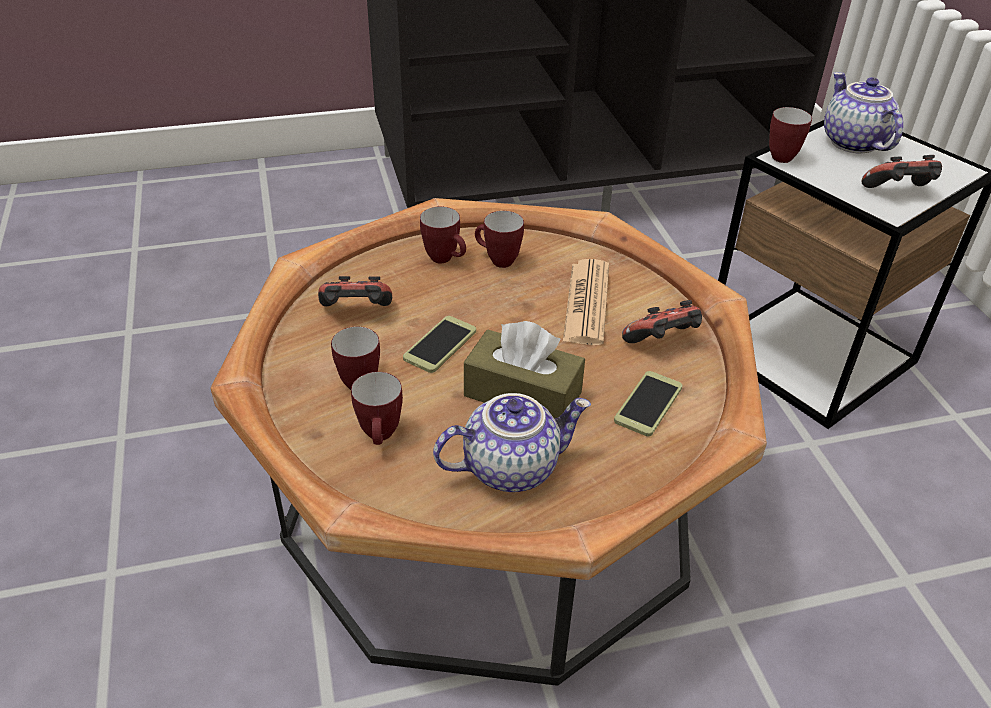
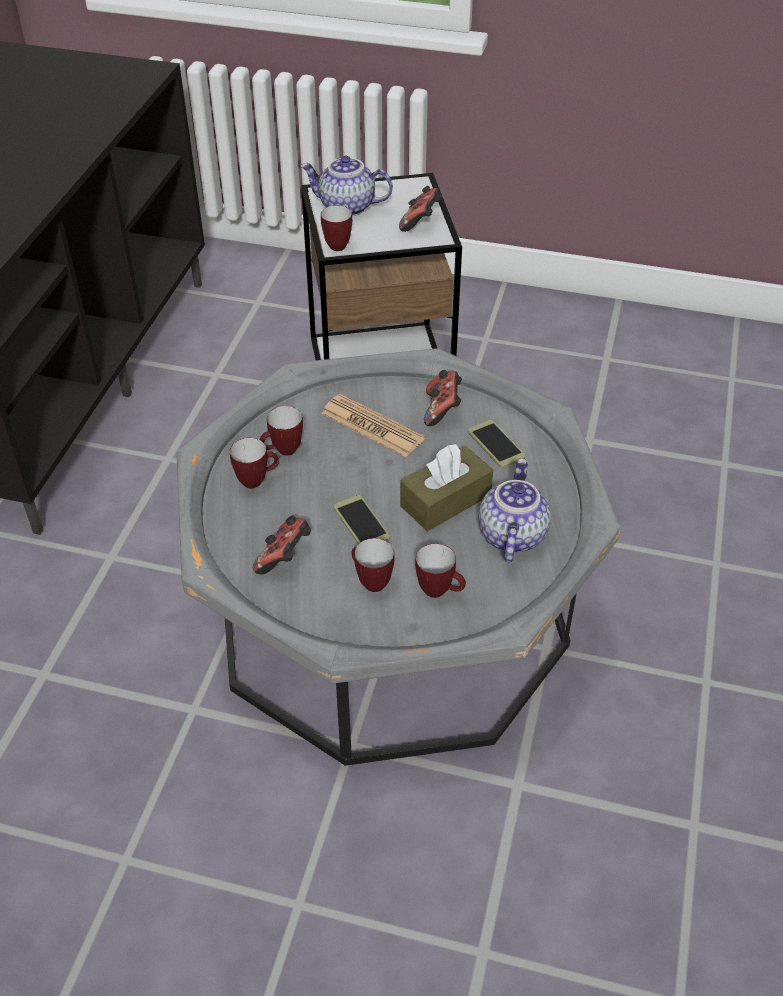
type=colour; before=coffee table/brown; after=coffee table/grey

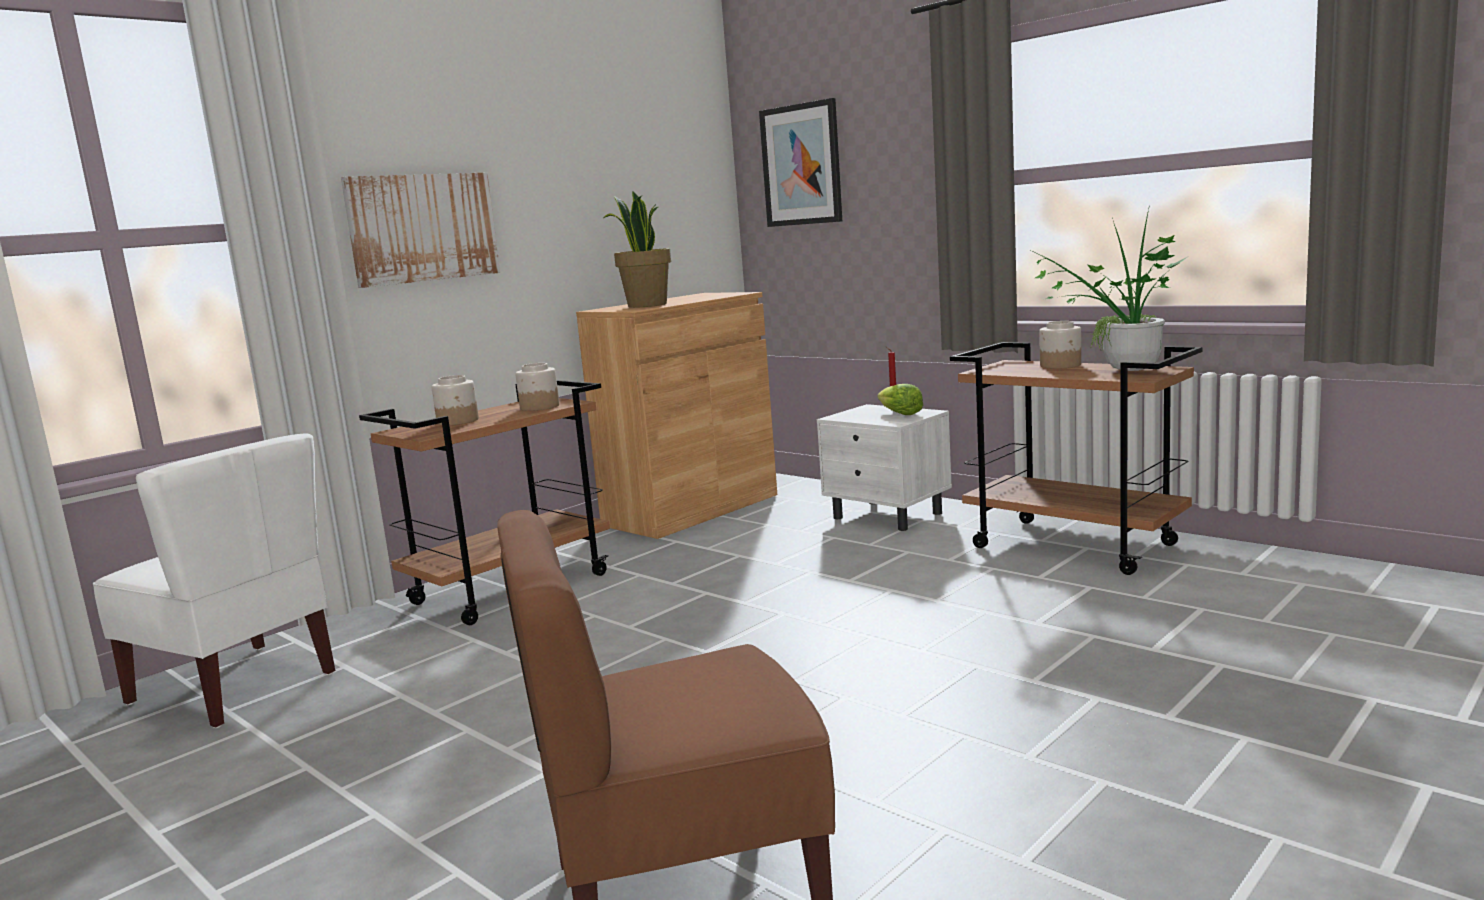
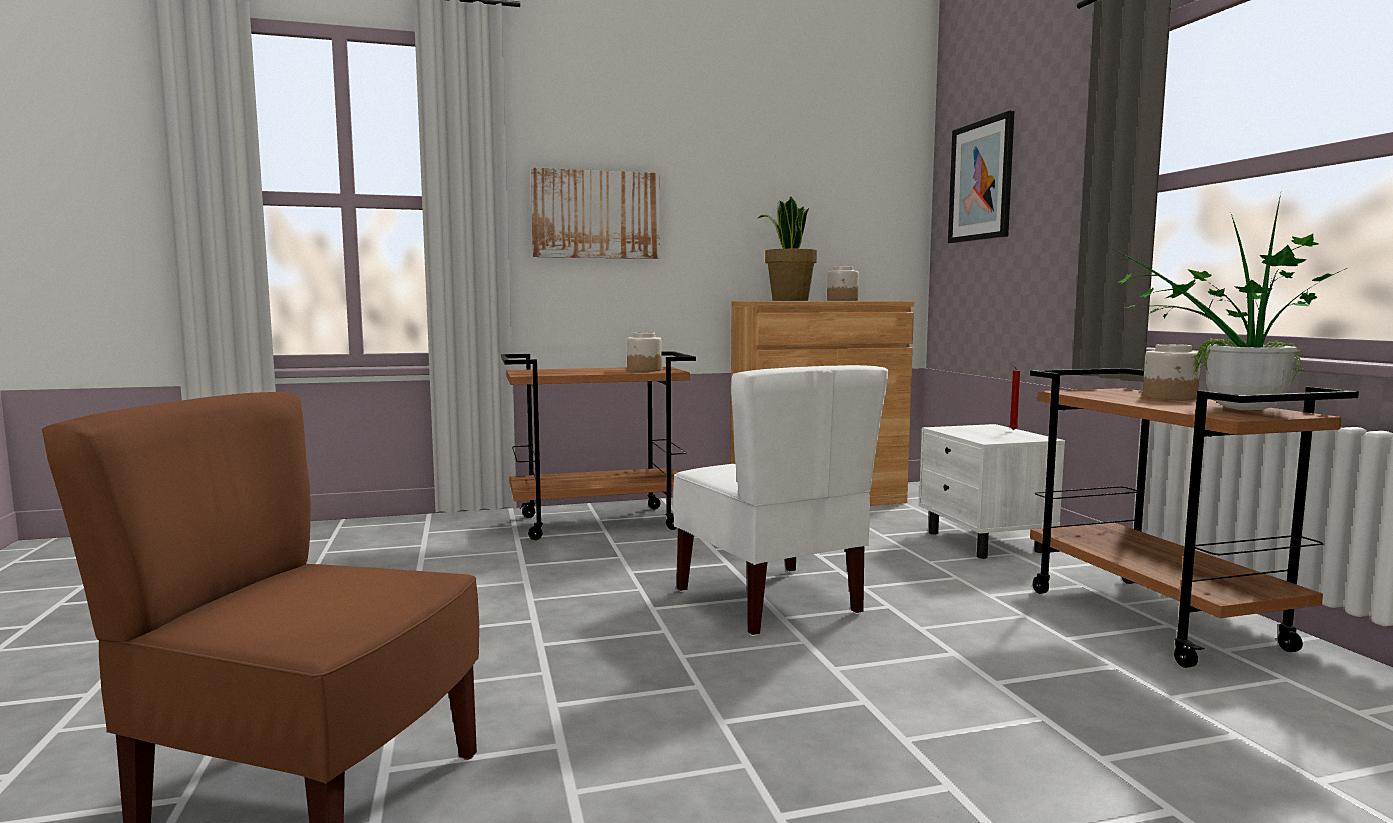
type=relocated; before=chair/white
type=relocated; before=jar (no. 1 from left in the first image); after=jar (no. 2 from left)
type=missing; before=lettuce

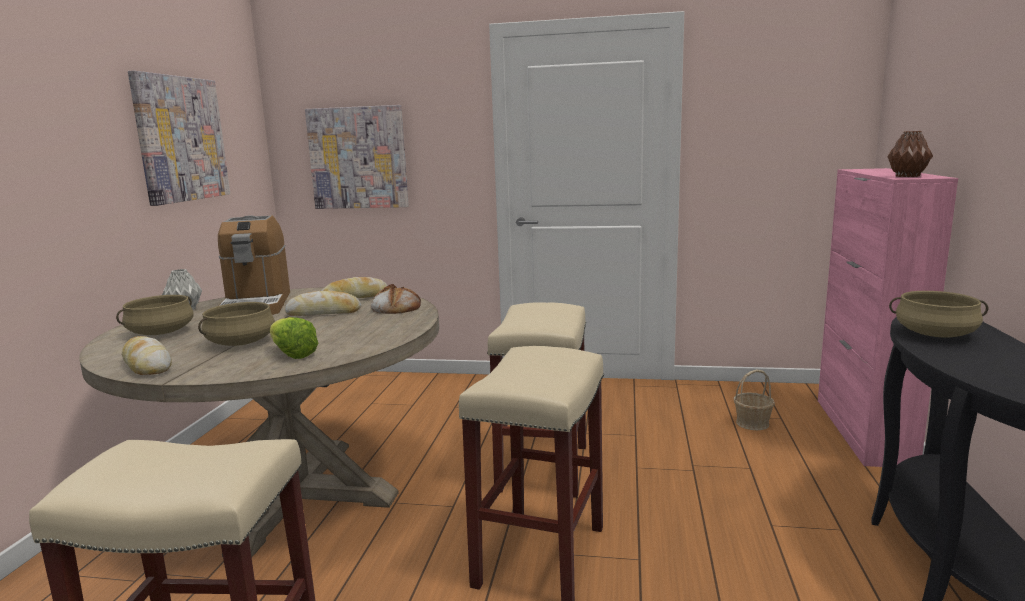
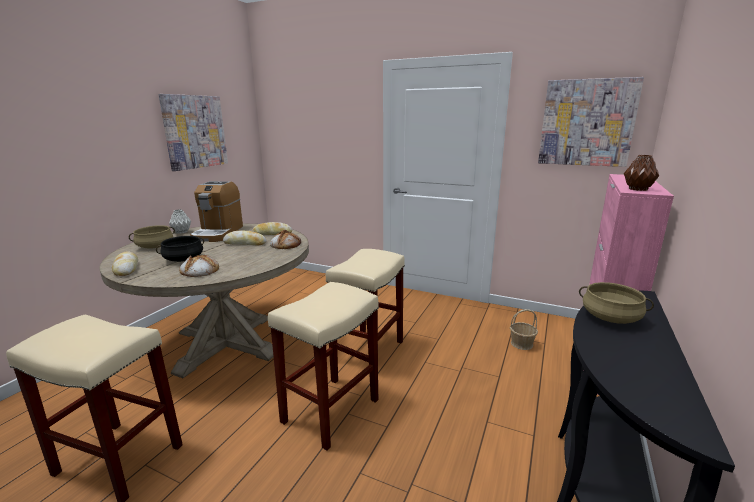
type=colour; before=cooking pot/beige (no. 2 from left); after=cooking pot/black
type=exchanged; before=lettuce; after=bread (no. 2 from left)
type=relocated; before=picture (no. 2 from left)

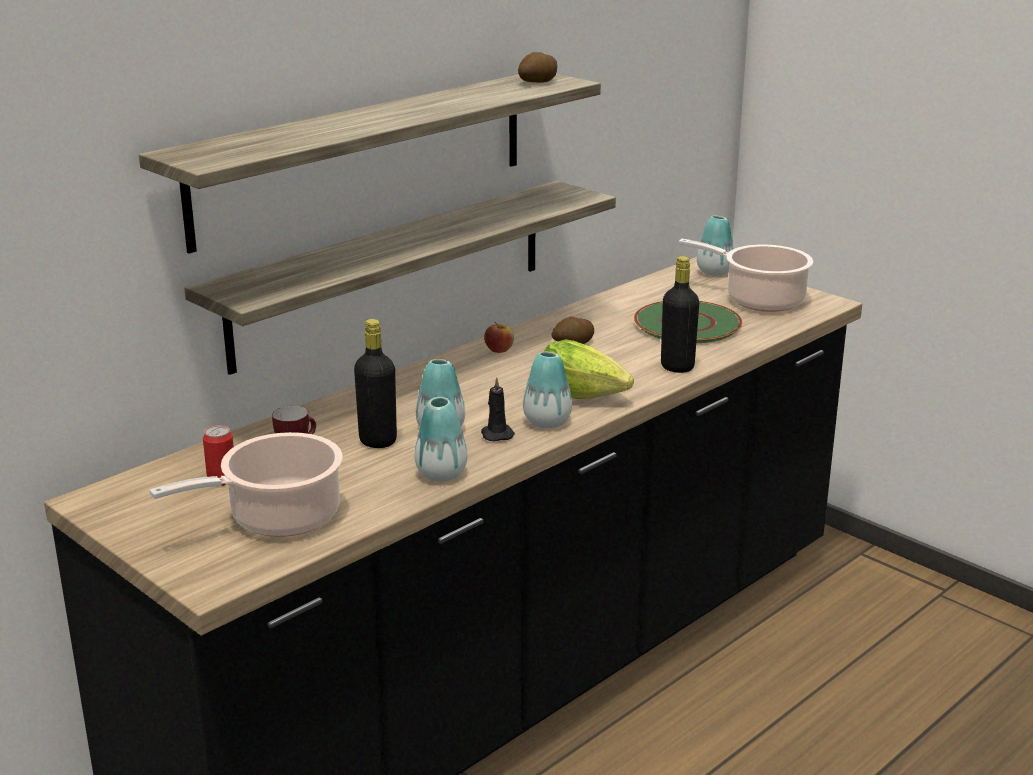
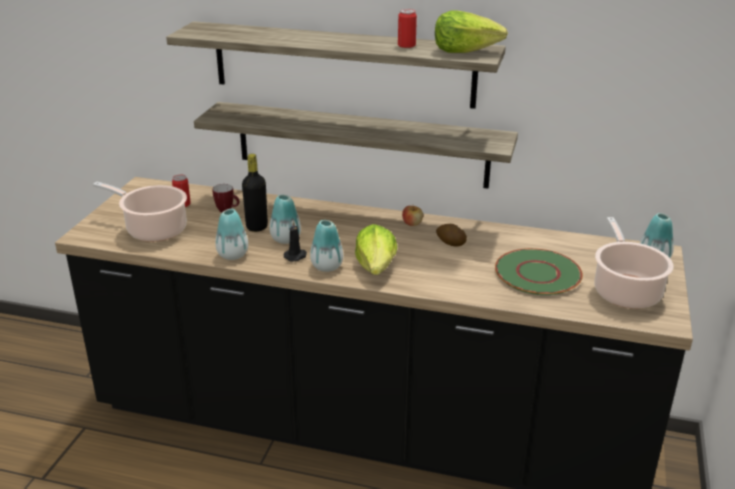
type=exchanged; before=potato (no. 1 from left); after=lettuce (no. 2 from left)
type=missing; before=bottle/black (no. 2 from left)
type=appeared; after=can (no. 2 from left)

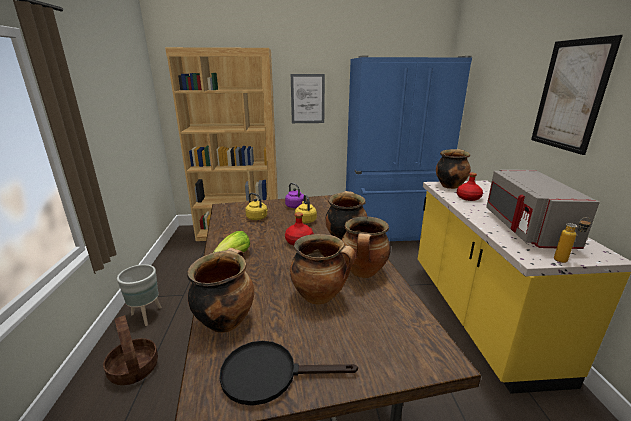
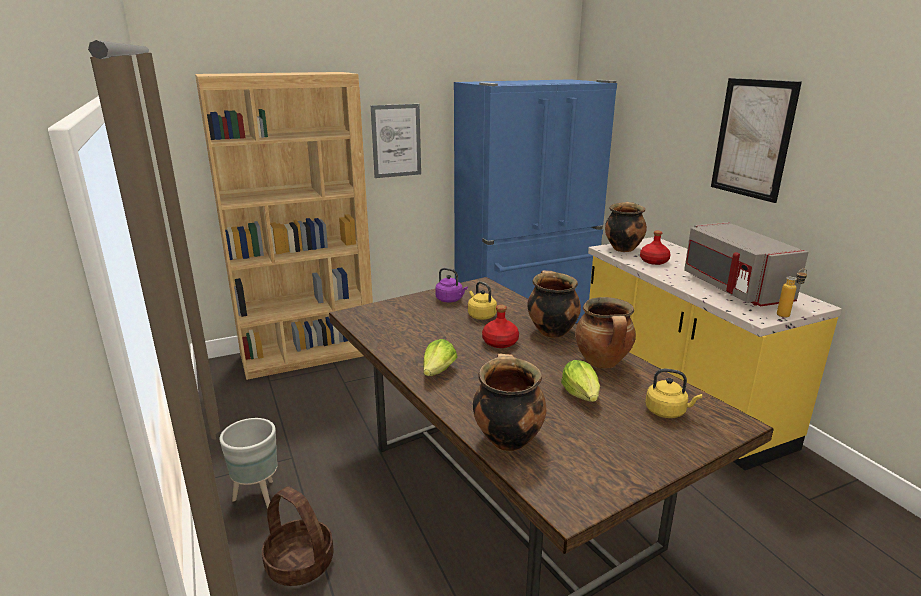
type=missing; before=frying pan/black
type=relocated; before=kettle/yellow (no. 1 from left in the first image); after=kettle/yellow (no. 2 from left)
type=exchanged; before=cooking pot (no. 2 from left); after=lettuce (no. 2 from left)

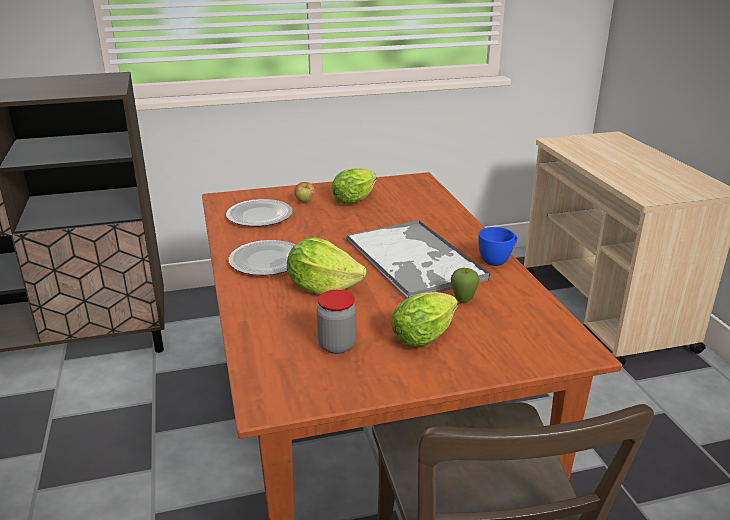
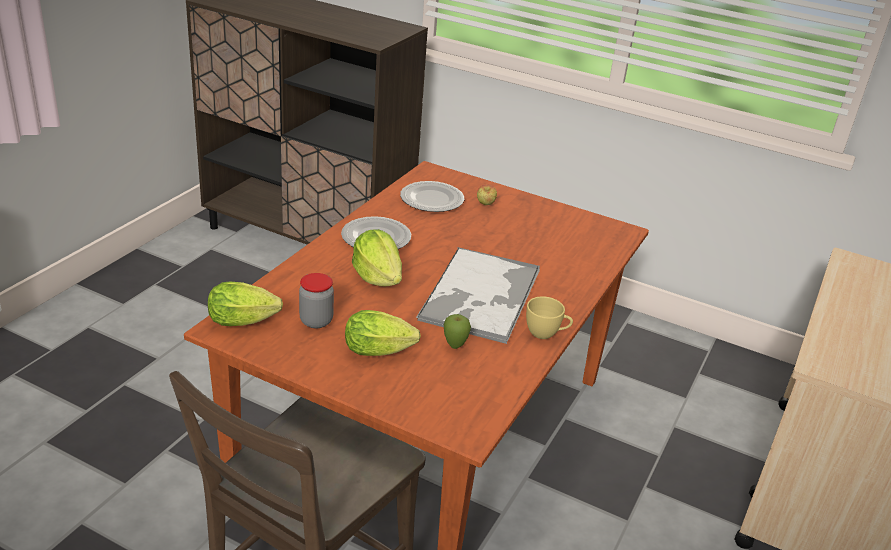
type=relocated; before=lettuce (no. 2 from left in the first image); after=lettuce (no. 1 from left)
type=colour; before=cup/blue; after=cup/yellow

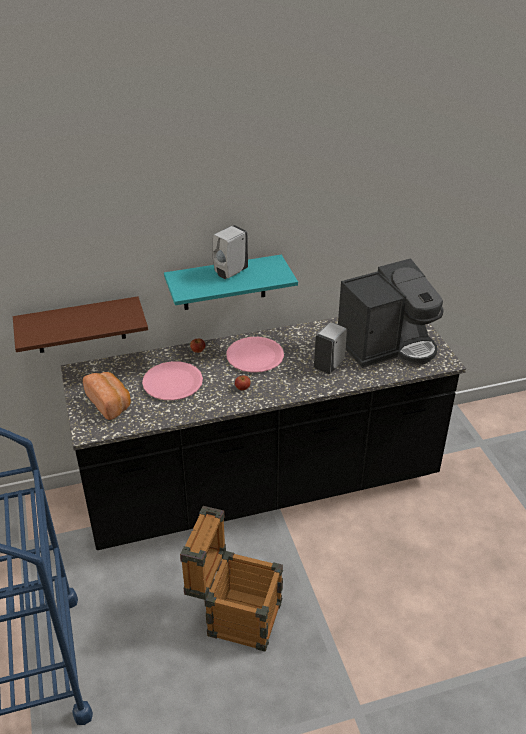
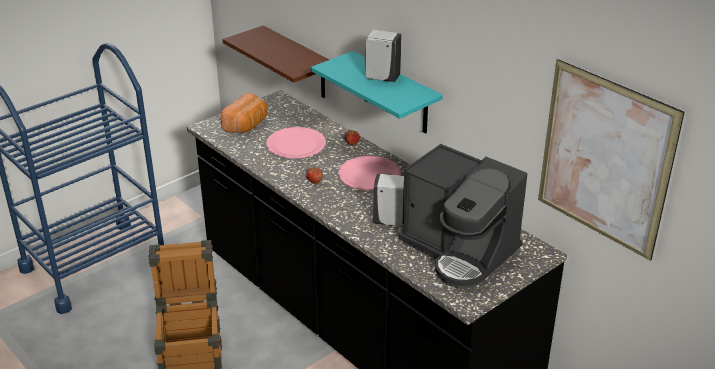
type=appeared; after=picture

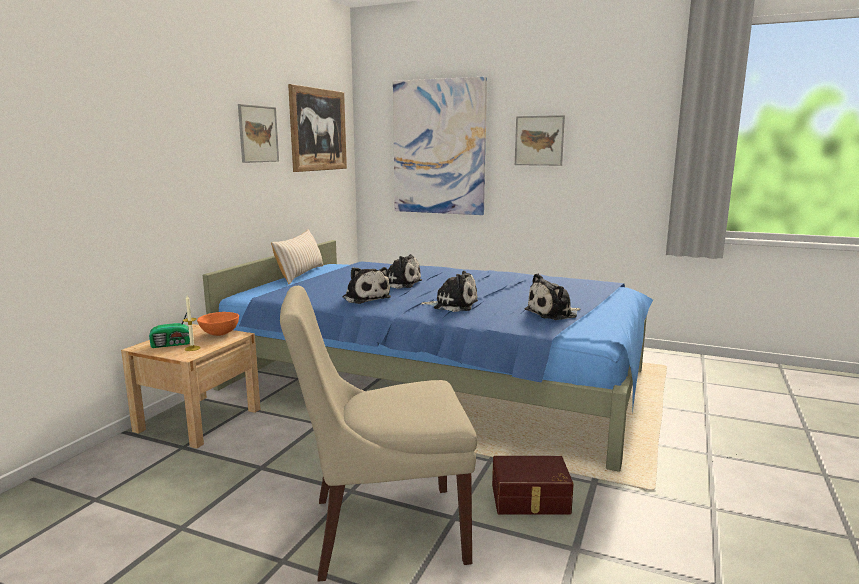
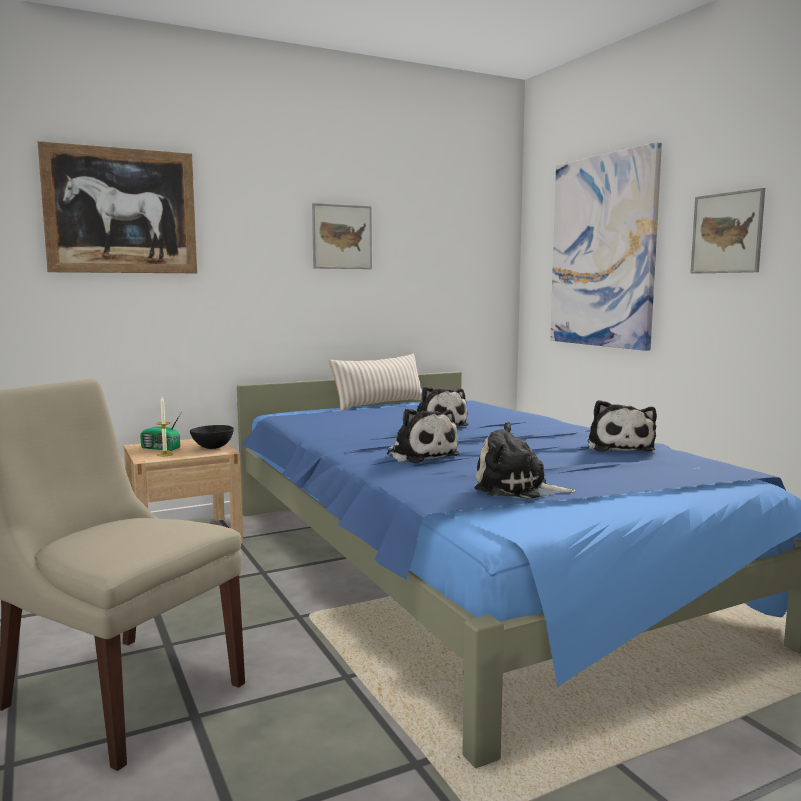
type=colour; before=bowl/orange; after=bowl/black
type=relocated; before=picture (no. 2 from left in the first image); after=picture (no. 1 from left)
type=relocated; before=plush toy (no. 1 from left in the first image); after=plush toy (no. 4 from left)
type=missing; before=storage box/brown

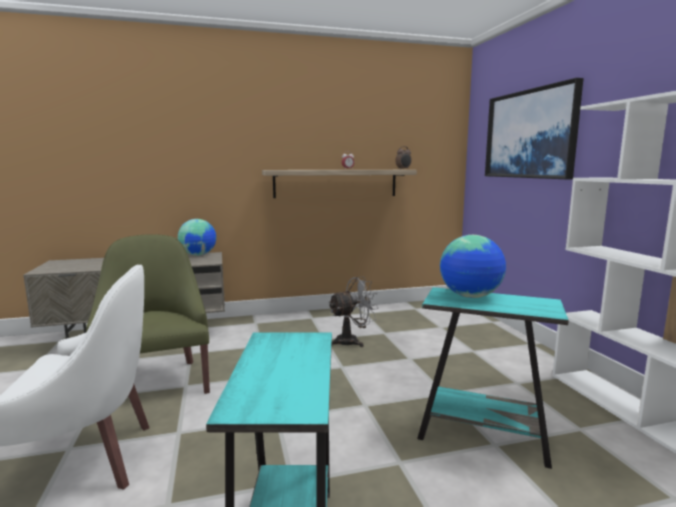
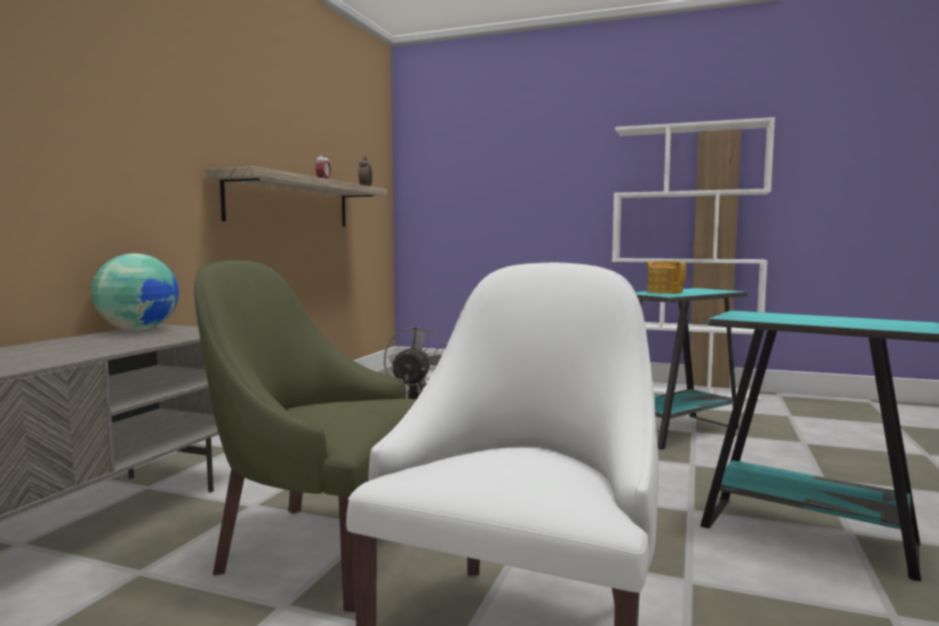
type=exchanged; before=globe (no. 2 from left); after=teapot
type=missing; before=picture

